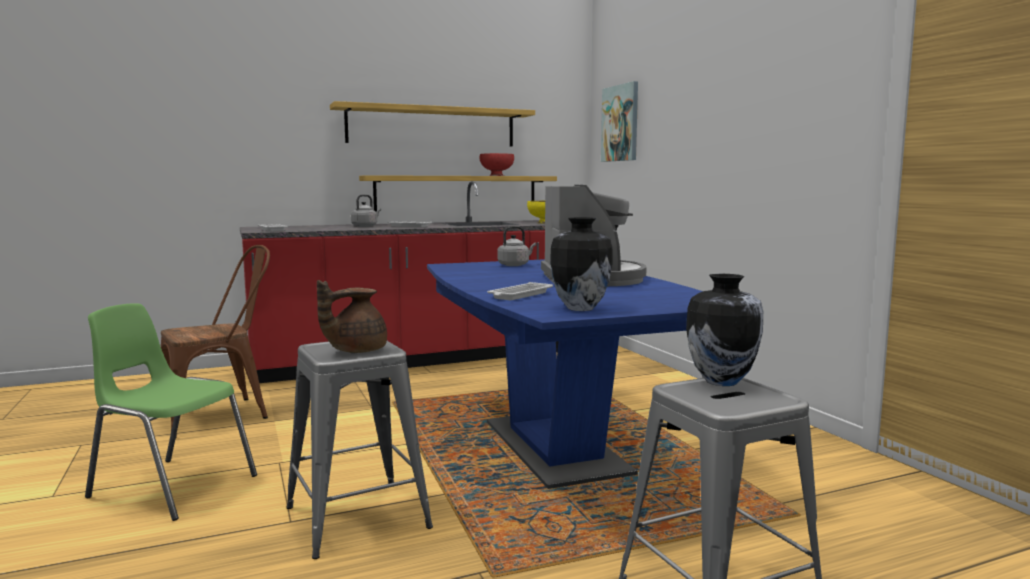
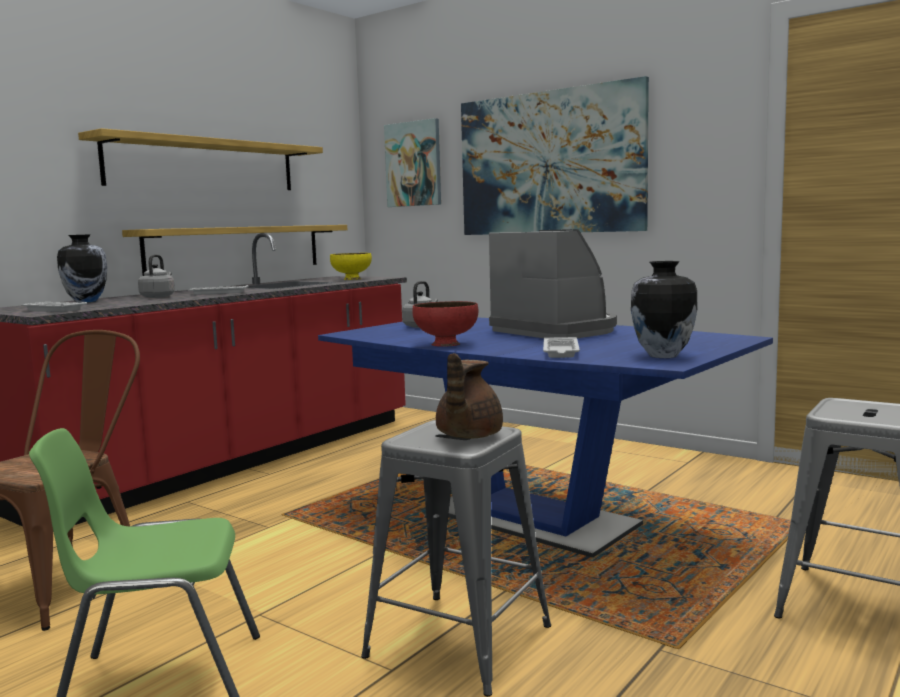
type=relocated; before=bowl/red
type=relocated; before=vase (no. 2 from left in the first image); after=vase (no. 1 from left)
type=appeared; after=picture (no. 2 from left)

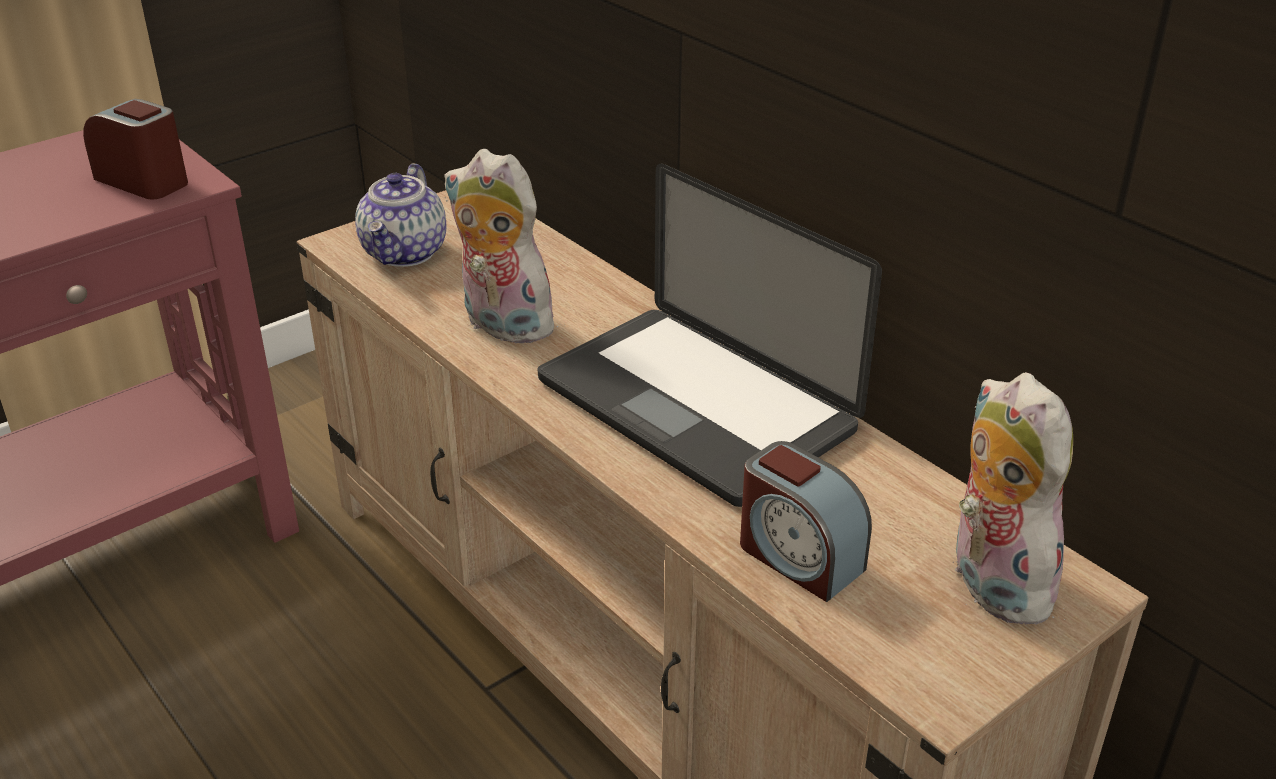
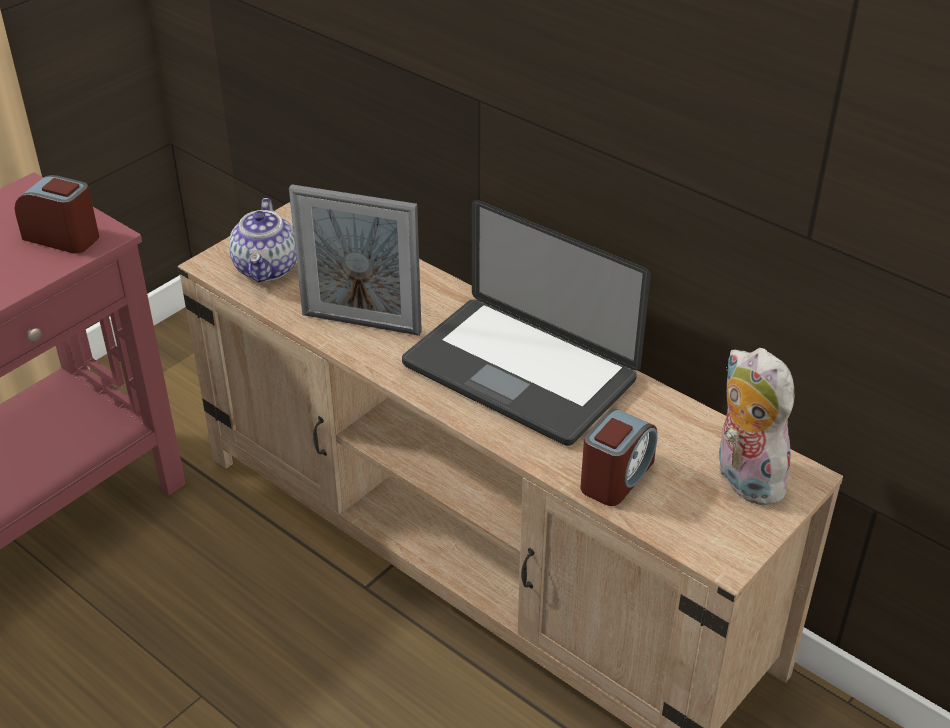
type=exchanged; before=plush toy (no. 1 from left); after=picture frame
type=spun; before=alarm clock (no. 2 from left); turn=-90

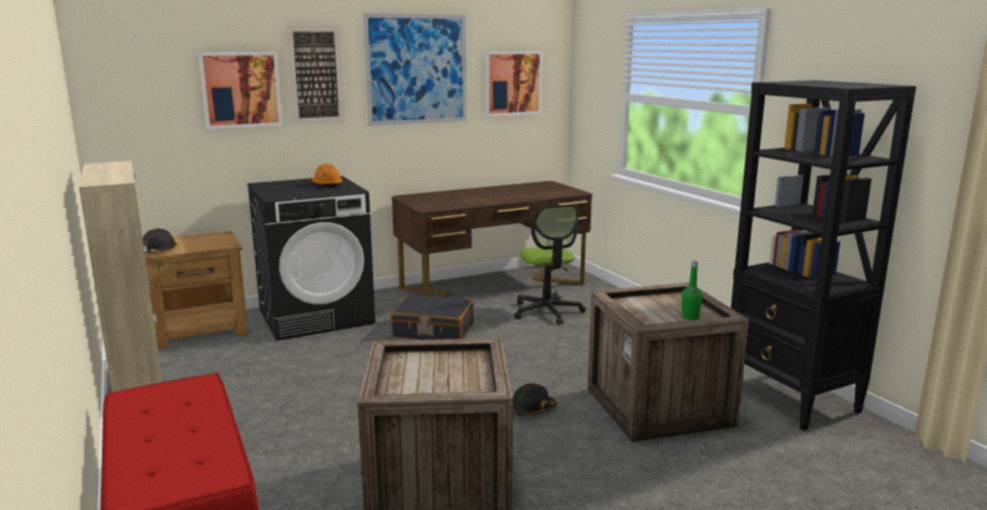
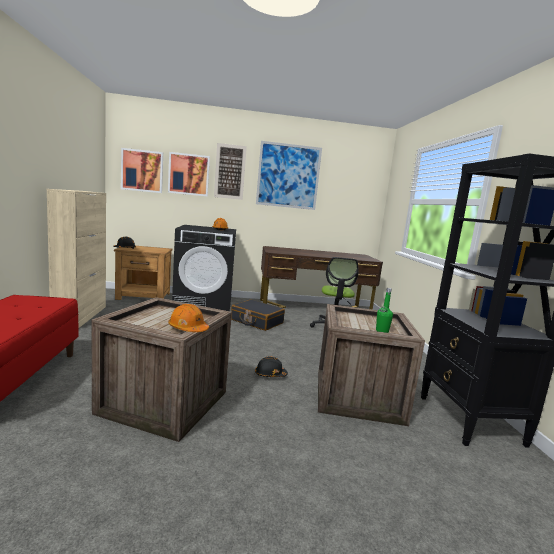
type=relocated; before=picture (no. 4 from left in the first image); after=picture (no. 1 from left)
type=appeared; after=hard hat/orange (no. 1 from left)

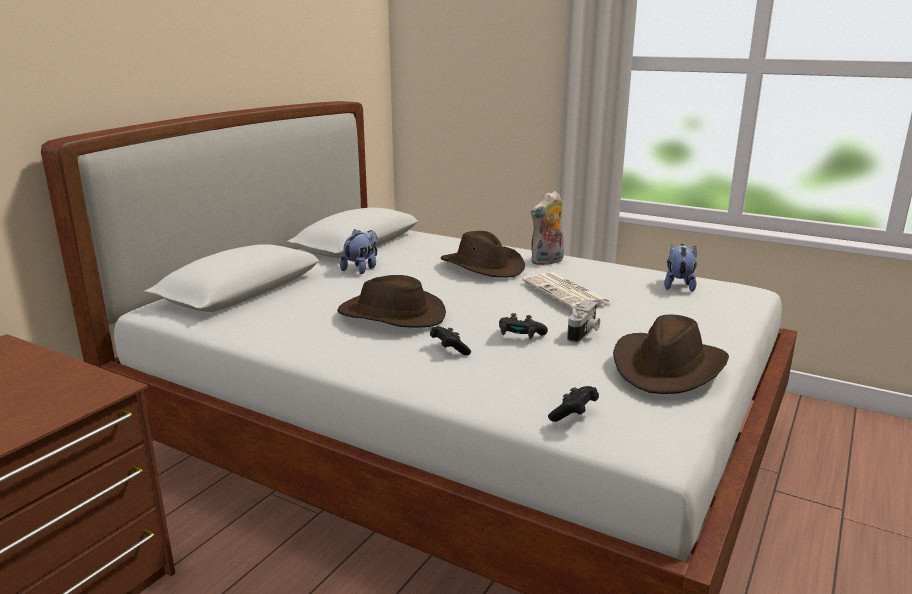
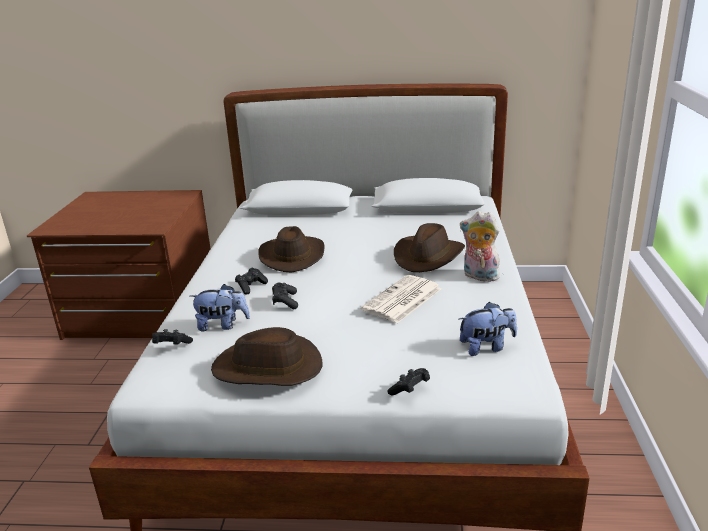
type=relocated; before=plush toy (no. 1 from left)
type=missing; before=photo camera
type=appeared; after=game controller/black (no. 4 from left)

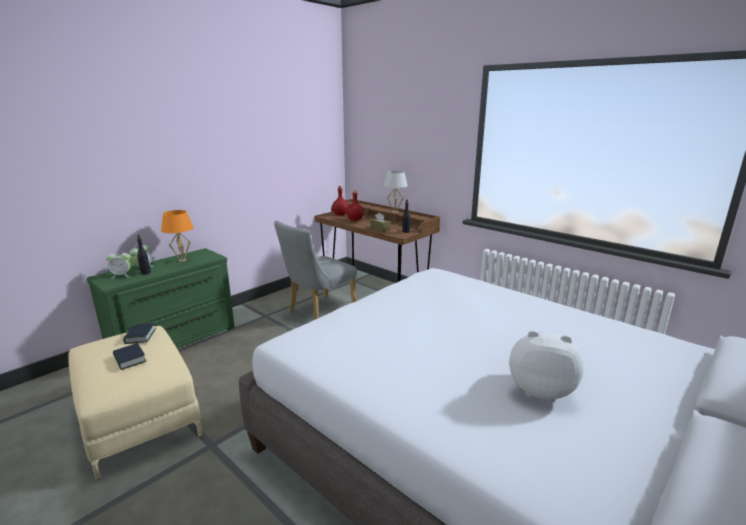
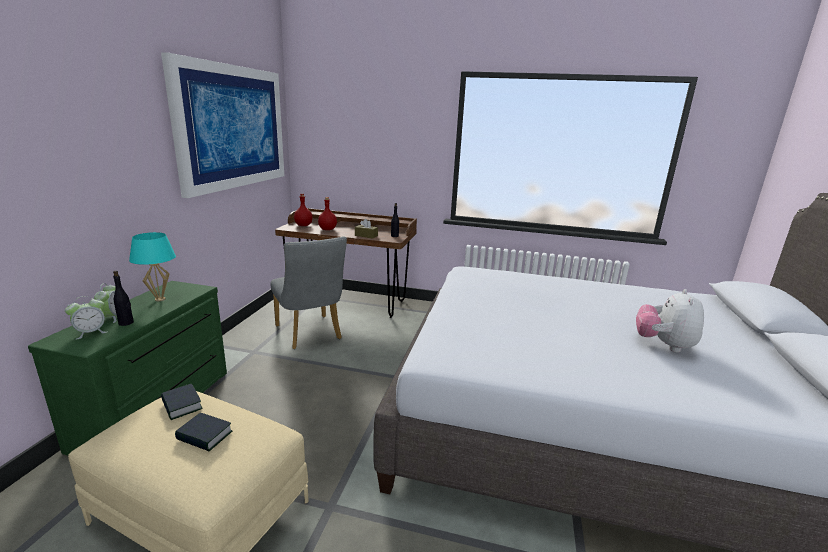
type=colour; before=table lamp/orange; after=table lamp/turquoise
type=spun; before=chair/grey; turn=-45
type=missing; before=table lamp/white
type=spun; before=plush toy; turn=-60
type=appeared; after=picture

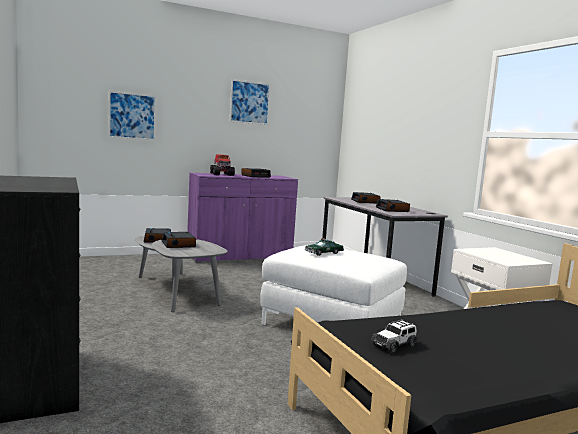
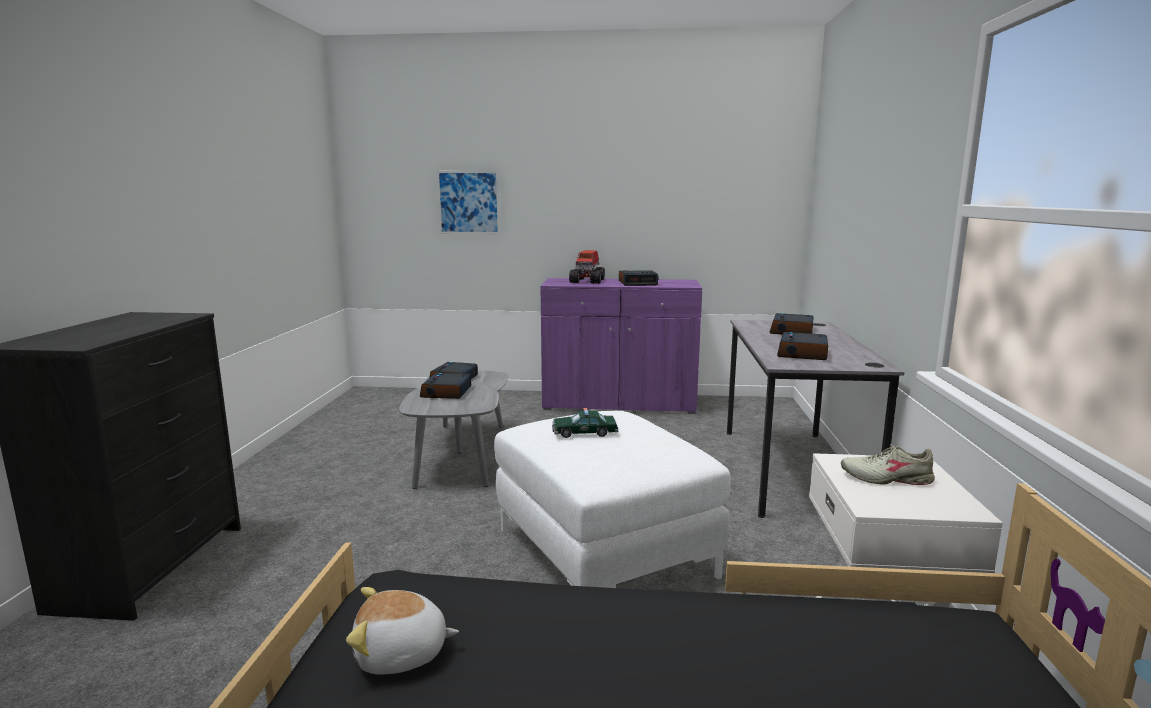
type=missing; before=picture (no. 2 from left)
type=exchanged; before=toy car (no. 2 from left); after=plush toy
type=appeared; after=shoe/beige

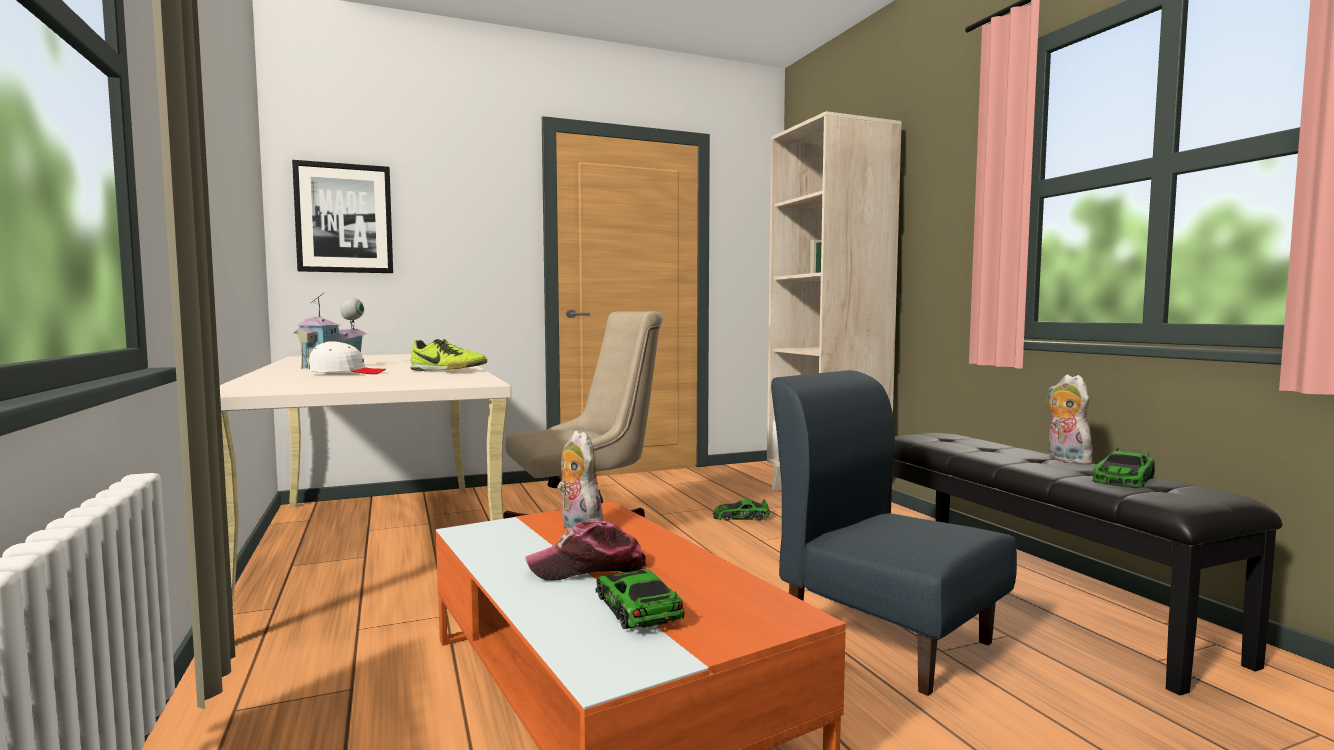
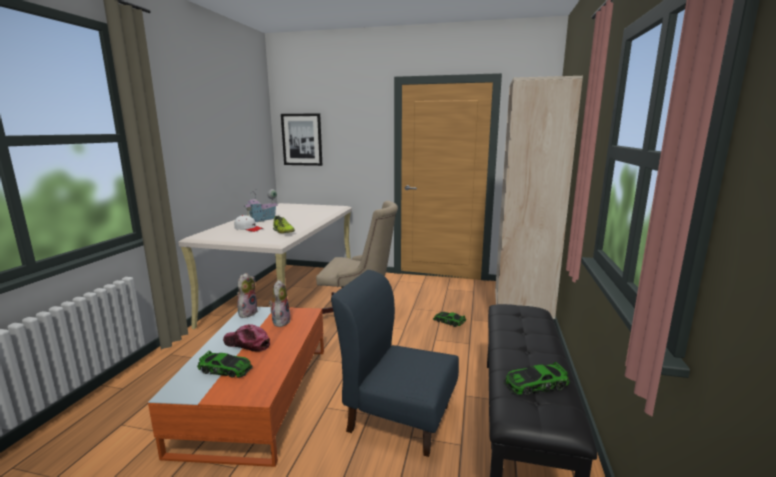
type=spun; before=toy car (no. 1 from left); turn=90
type=spun; before=chair/blue; turn=-60
type=relocated; before=plush toy (no. 2 from left in the first image); after=plush toy (no. 1 from left)

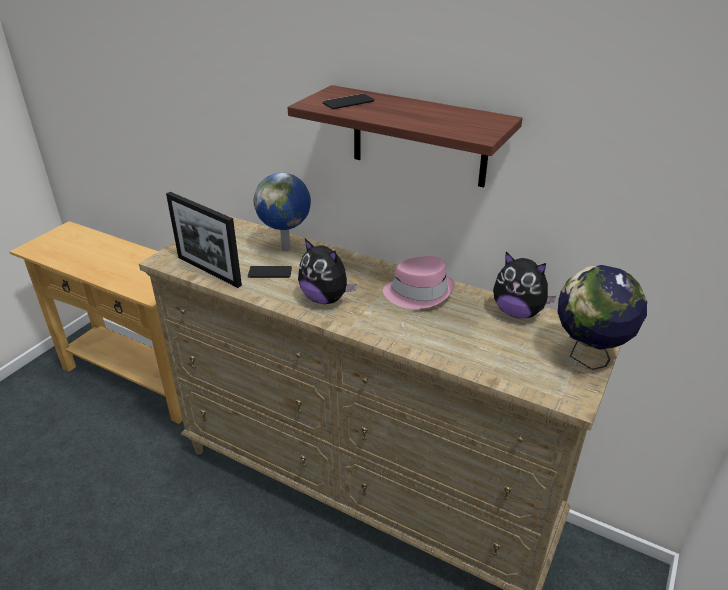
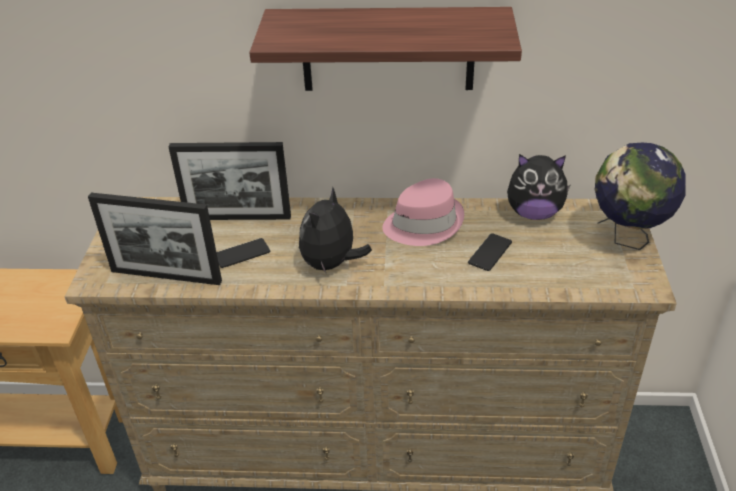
type=exchanged; before=globe (no. 1 from left); after=picture frame (no. 2 from left)
type=spun; before=plush toy (no. 1 from left); turn=105
type=relocated; before=phone (no. 2 from left)

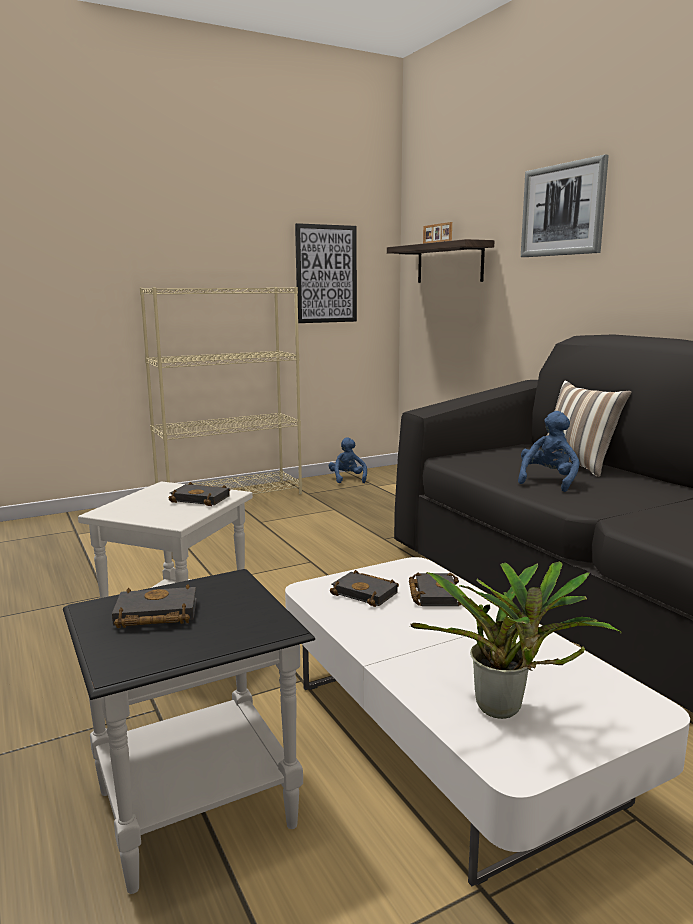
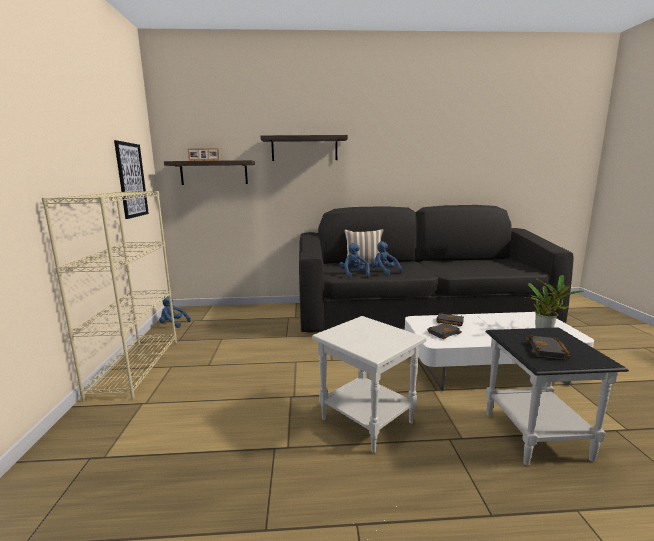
type=missing; before=book/black (no. 2 from left)
type=exchanged; before=picture (no. 2 from left); after=shelf (no. 2 from left)
type=appeared; after=plush toy/blue (no. 2 from left)

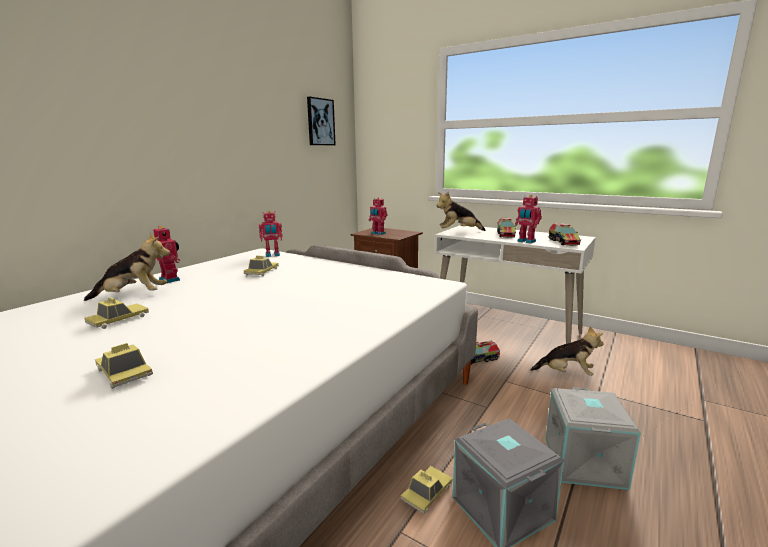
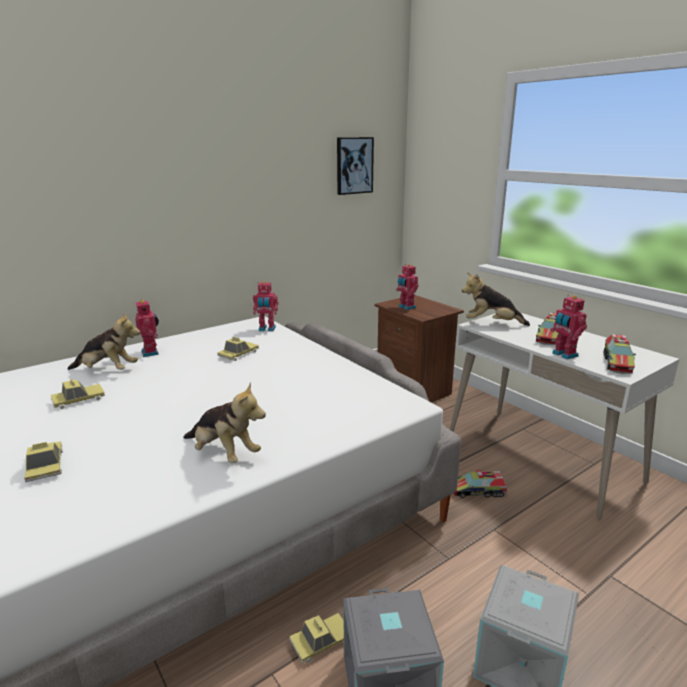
type=relocated; before=plush toy (no. 3 from left in the first image); after=plush toy (no. 2 from left)

